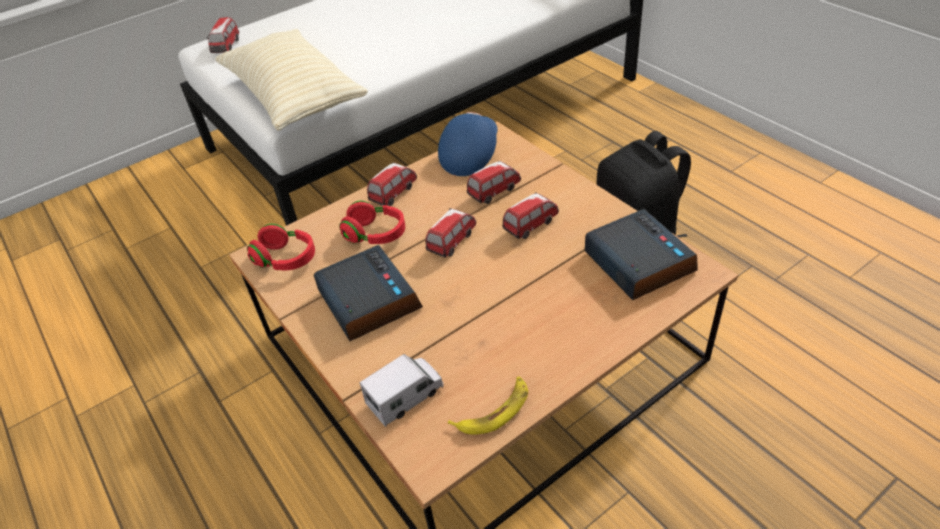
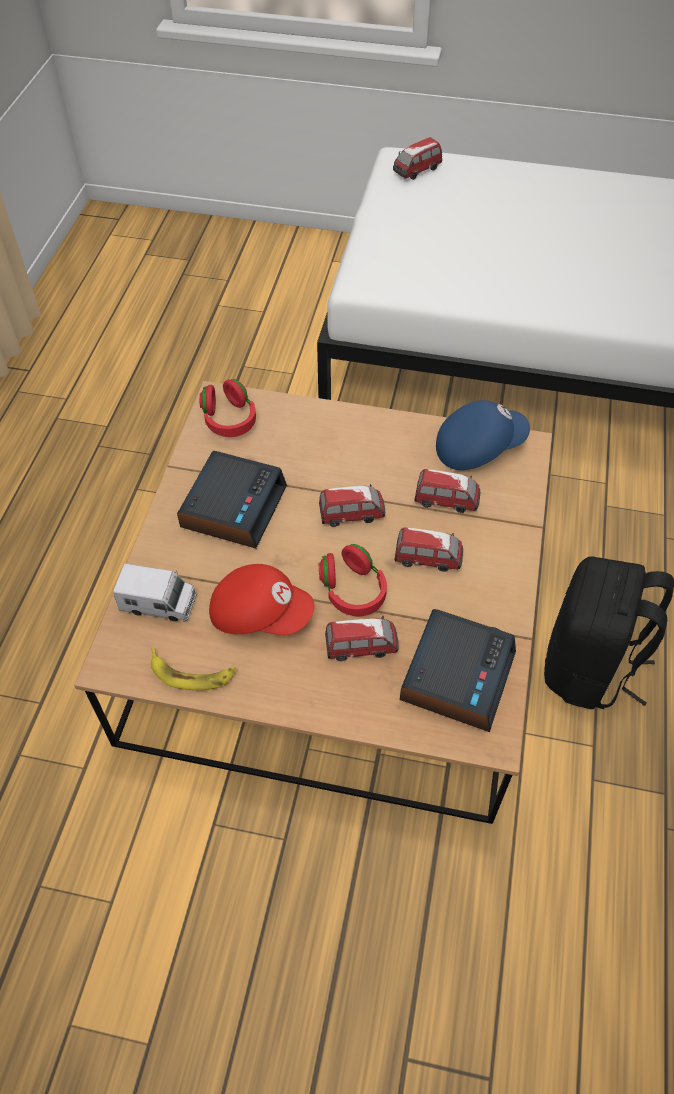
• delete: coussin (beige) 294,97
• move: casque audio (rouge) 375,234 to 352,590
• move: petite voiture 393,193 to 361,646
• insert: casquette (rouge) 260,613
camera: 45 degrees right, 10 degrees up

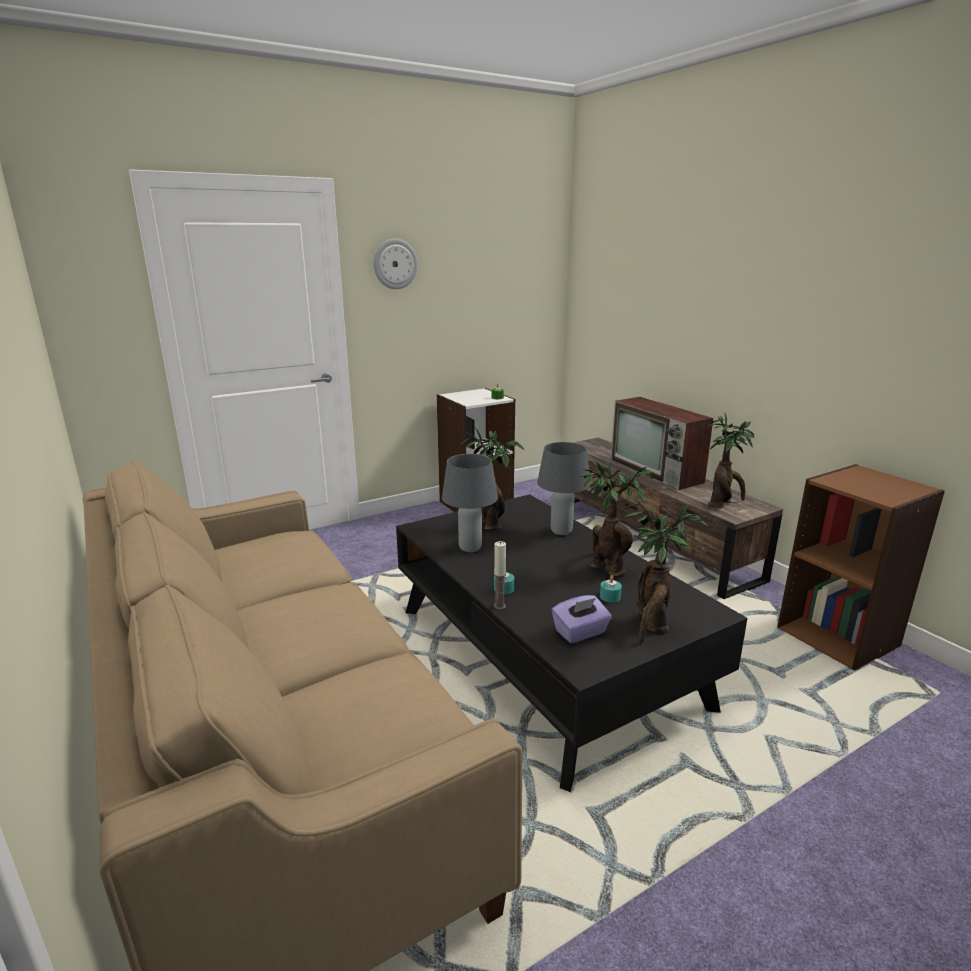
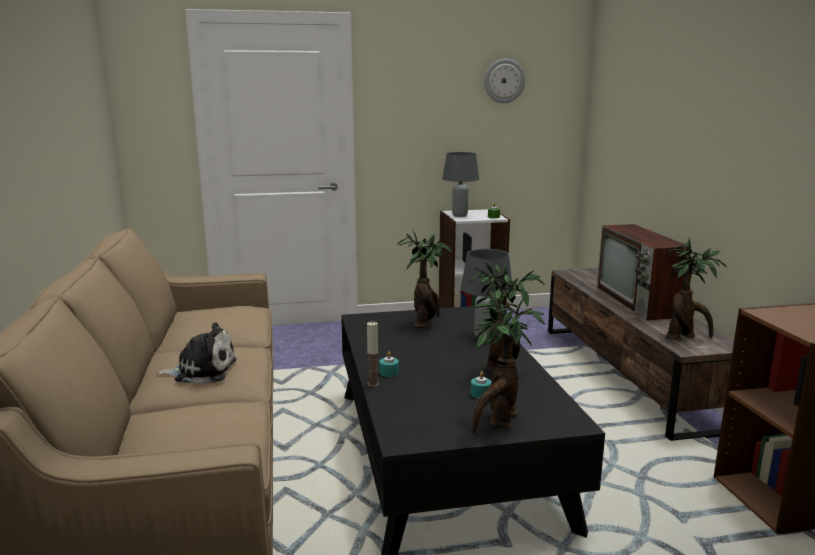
• move: horloge murale 395,264 to 504,81
• move: lampe de table (gris) 469,548 to 459,215
• delete: boîte à mouchoirs (violet) 580,632
• insert: peluche 202,371
camera: 20 degrees right, 5 degrees down

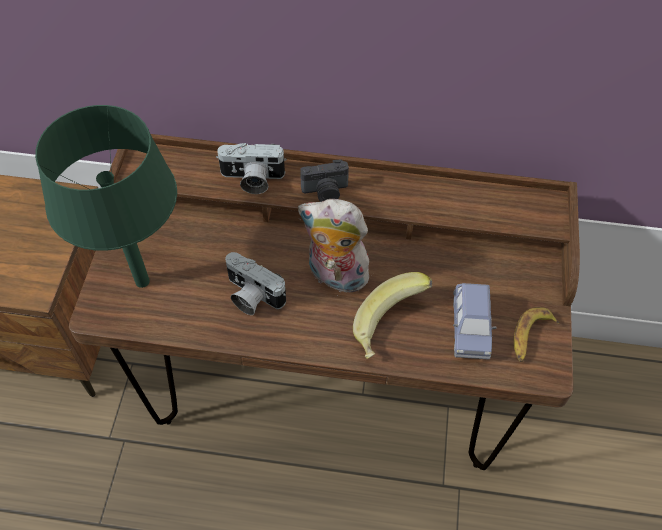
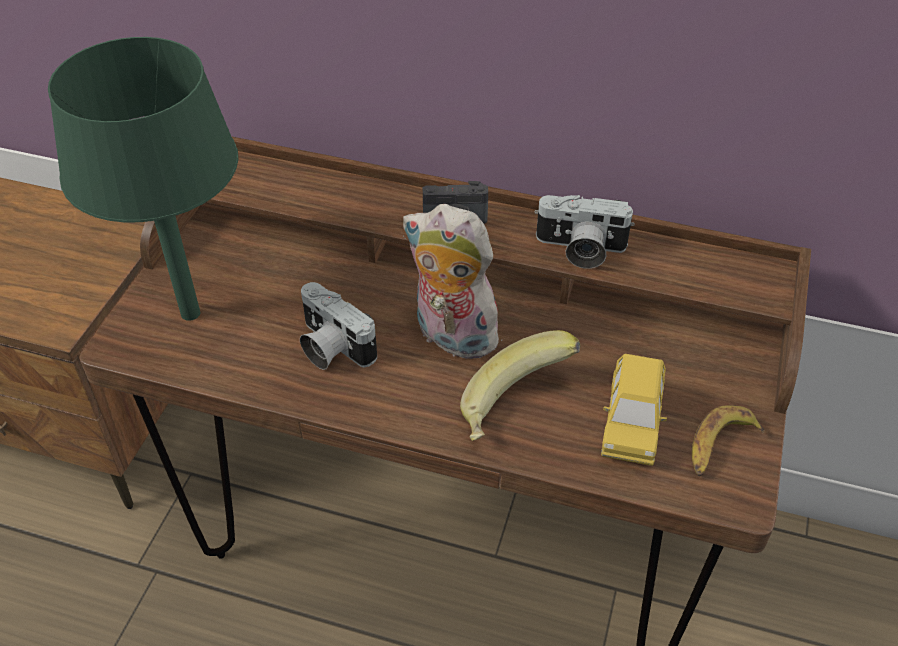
• move: appareil photo 252,179 to 579,249
• recolor: petite voiture (bleu) 470,328 to petite voiture (jaune) 631,424
camera: 10 degrees right, 10 degrees down

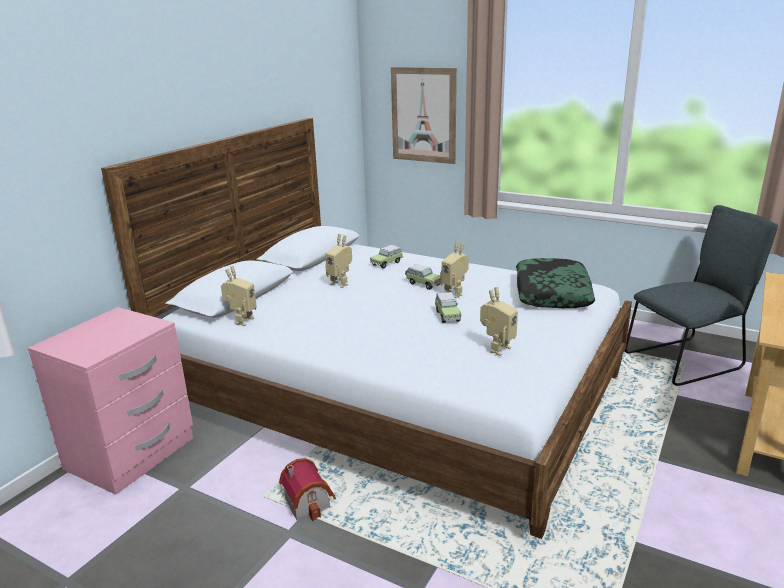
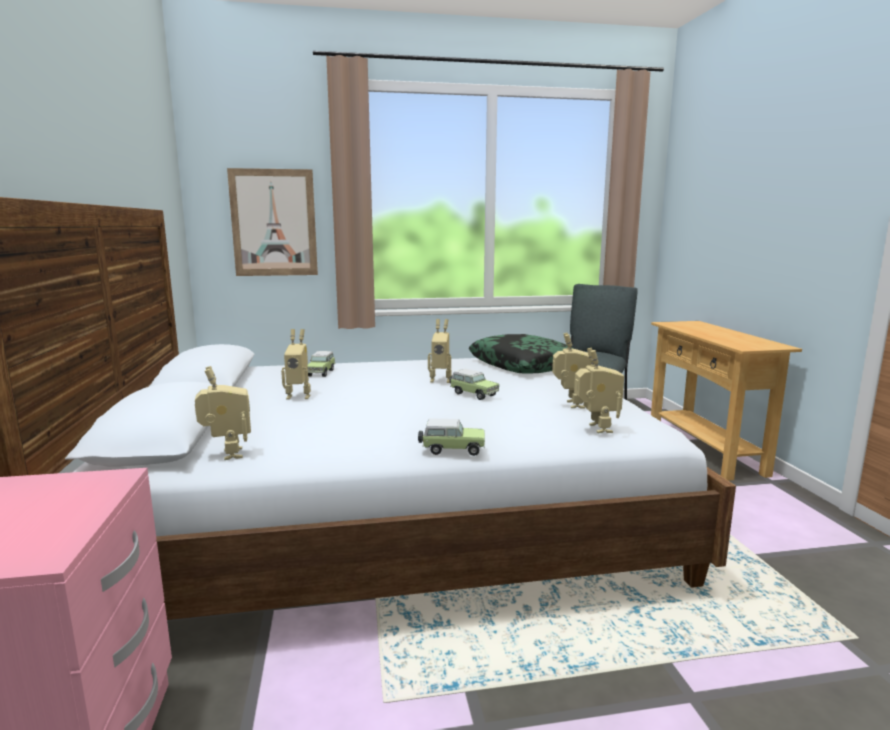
• delete: maison miniature 309,501
• move: petite voiture 423,284 to 451,450
• insert: robot jouet 595,428
camera: 40 degrees left, 10 degrees down

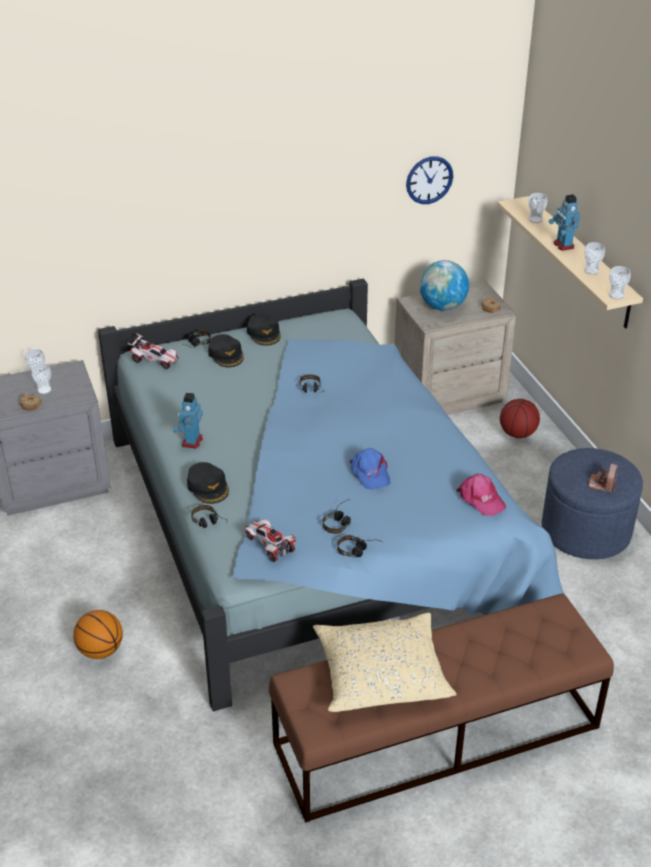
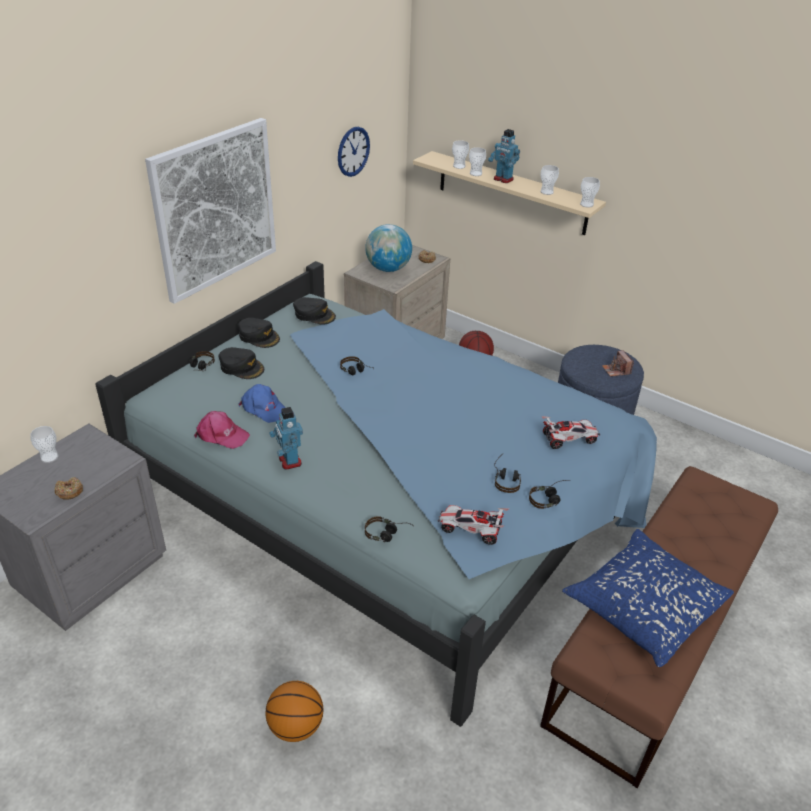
• move: tasse 44,390 to 475,173
• move: petite voiture 155,360 to 568,439
• move: casquette (noir) 208,487 to 314,314
• recolor: coussin (beige) 382,674 to coussin (bleu) 644,605
• move: casquette (bleu) 370,473 to 263,408
• move: casquette (rose) 481,499 to 222,435
• insert: tableau 215,209
camera: 35 degrees left, 0 degrees up

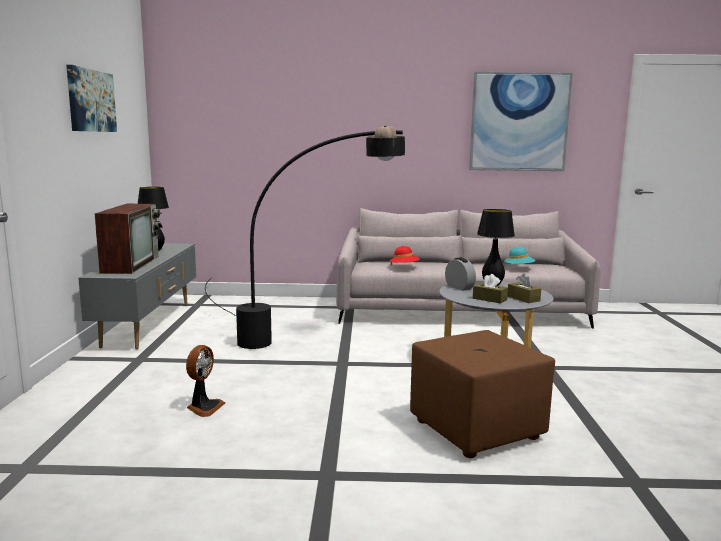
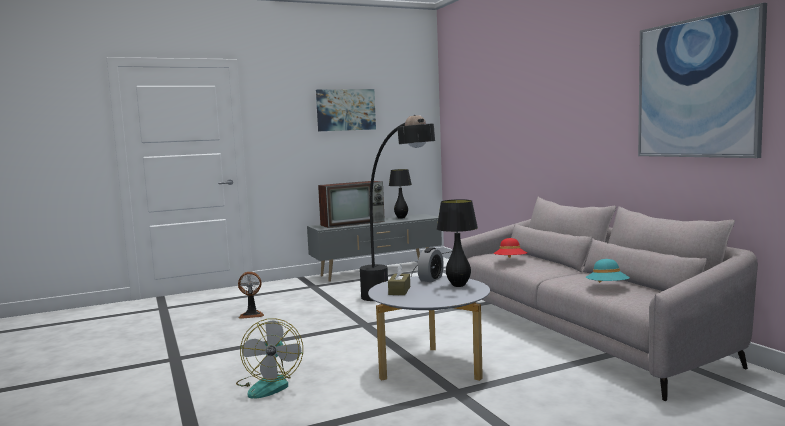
• replace: pouf (marron) 476,429 to ventilateur 269,384
• delete: boîte à mouchoirs (marron) 523,298
camera: 65 degrees right, 5 degrees down

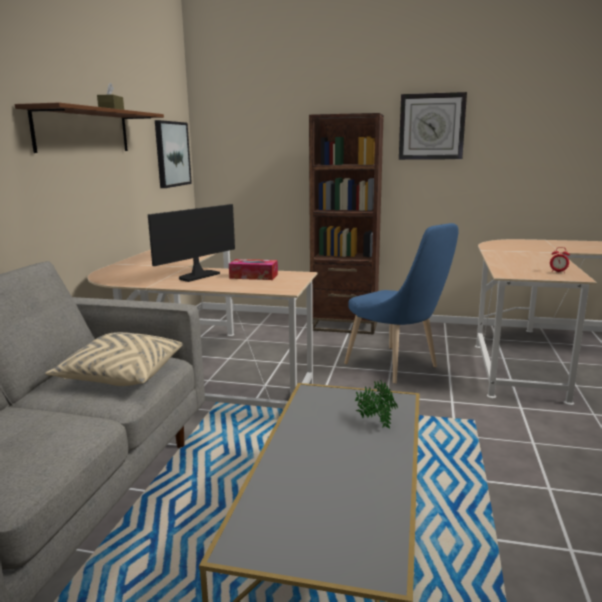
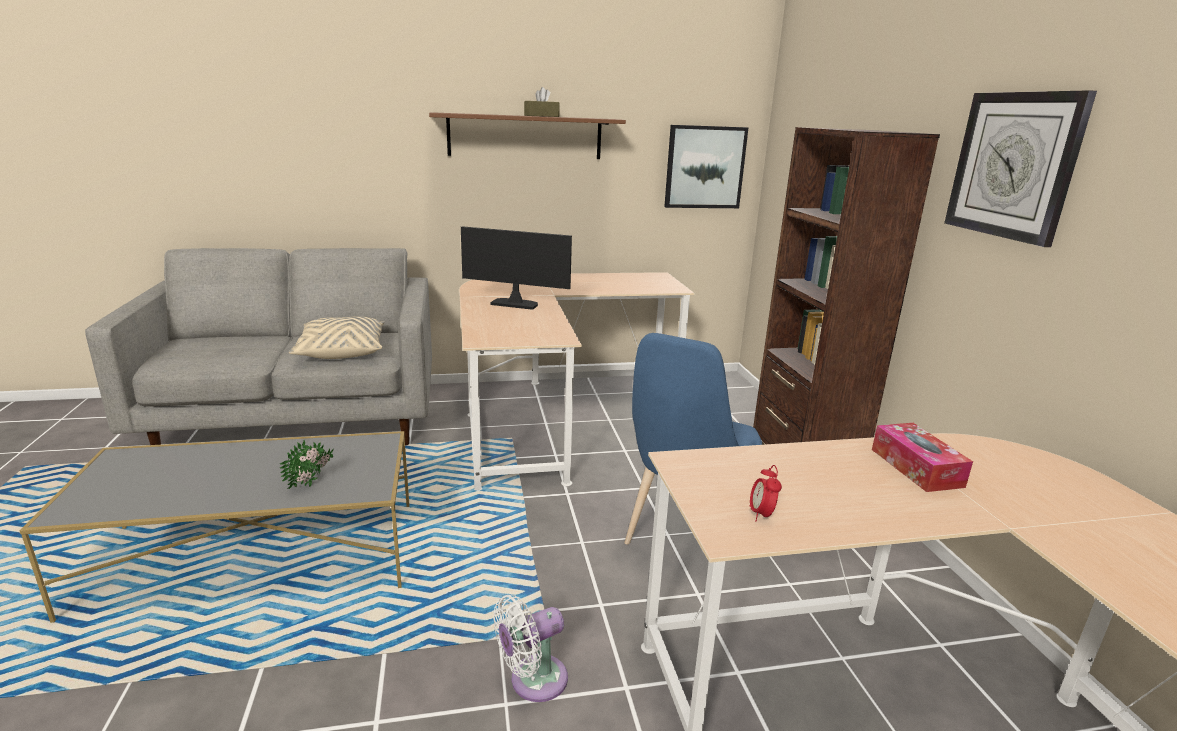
• move: boîte à mouchoirs 253,276 to 916,467
• insert: ventilateur (blanc) 533,681
camera: 65 degrees right, 5 degrees up

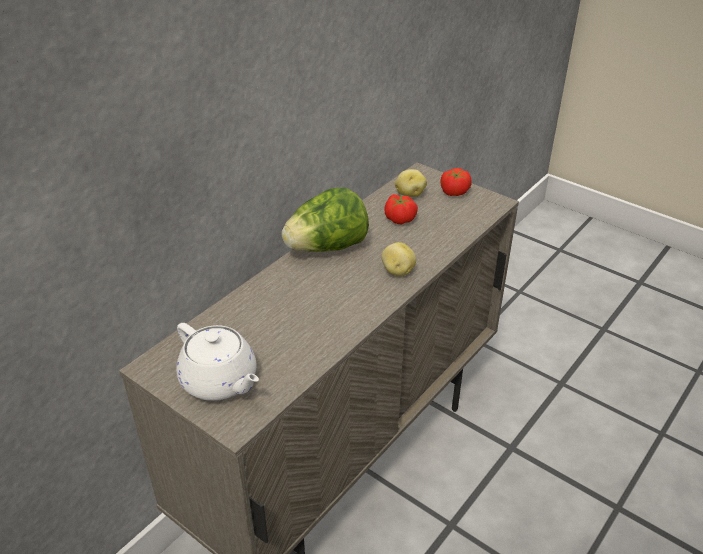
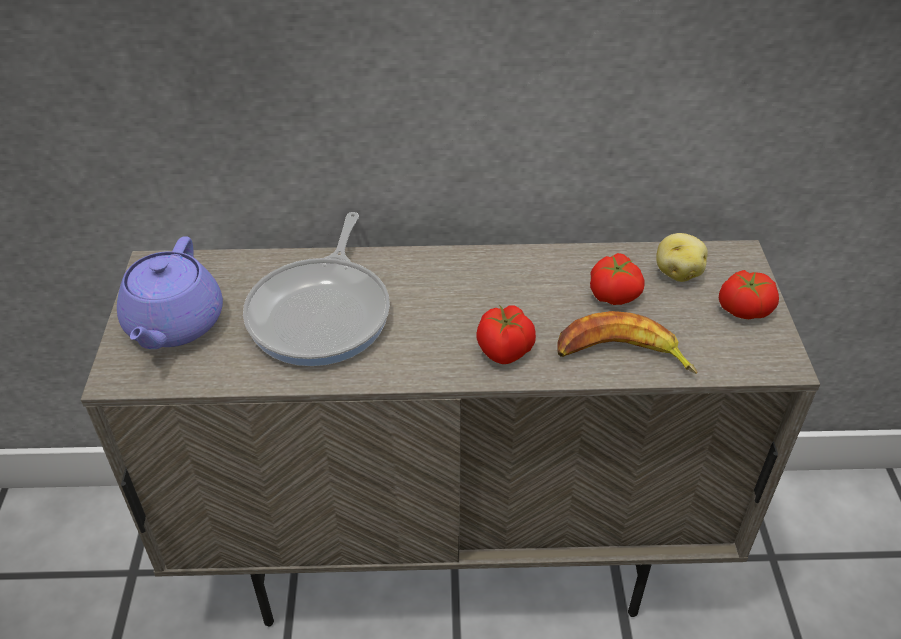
• recolor: théière (blanc) 220,381 to théière (violet) 174,325
• delete: laitue 327,247
• replace: pomme de terre 397,271 to tomate 505,351
• insert: poêle 323,312
• insert: banane 621,356
camera: 50 degrees right, 5 degrees up

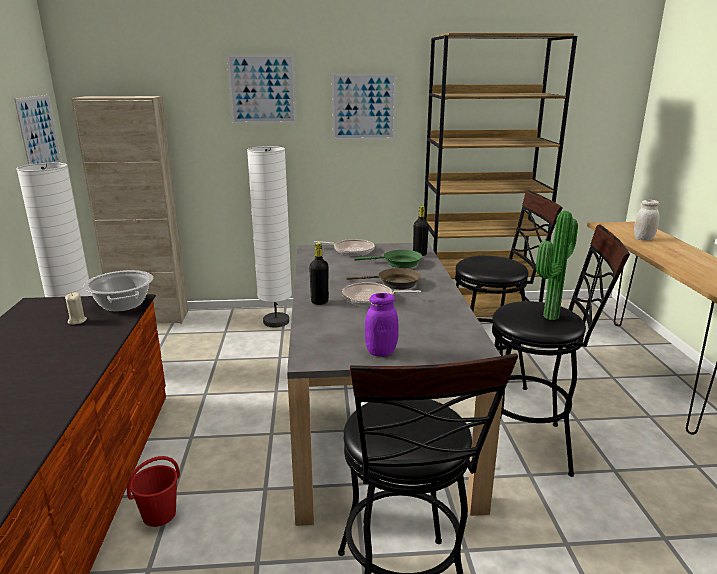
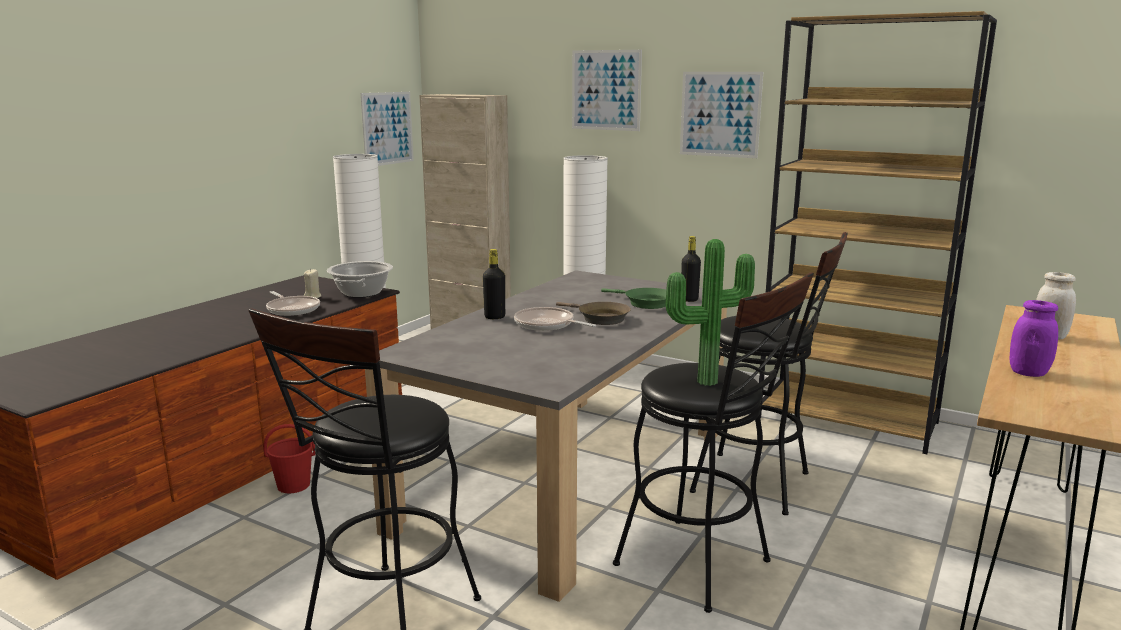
• move: poêle 351,250 to 292,309
• move: bocal (violet) 381,352 to 1028,373
camera: 35 degrees right, 5 degrees down

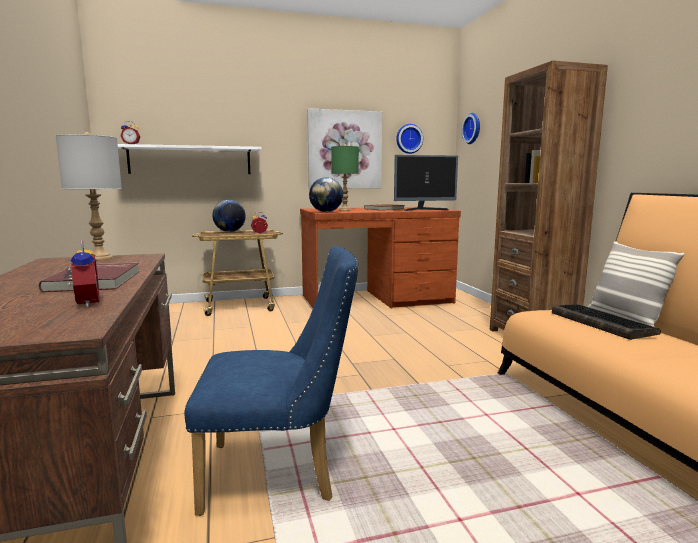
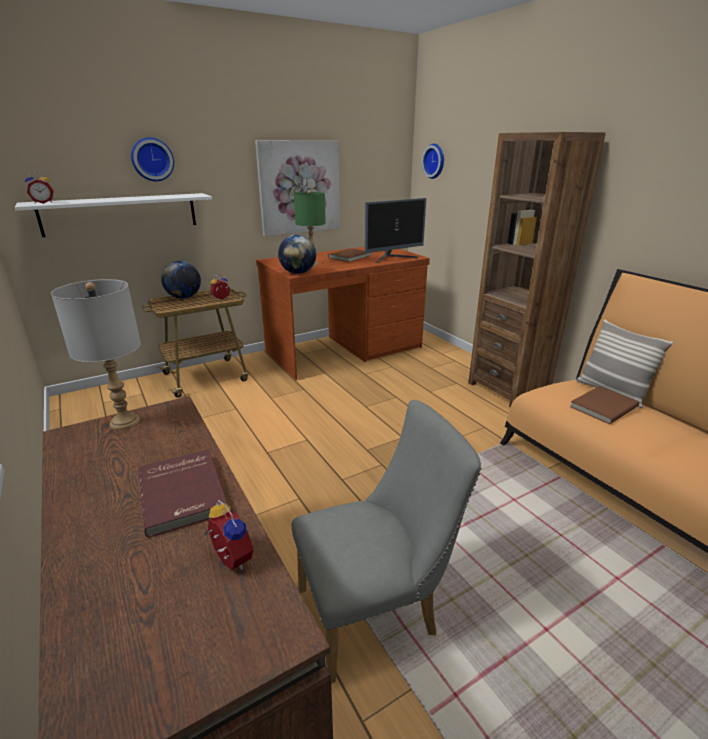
• recolor: chaise (bleu) 281,473 to chaise (gris) 376,611
• move: horloge murale 408,139 to 152,159
• replace: clavier 600,323 to livre (marron) 602,406
camera: 15 degrees left, 15 degrees up

